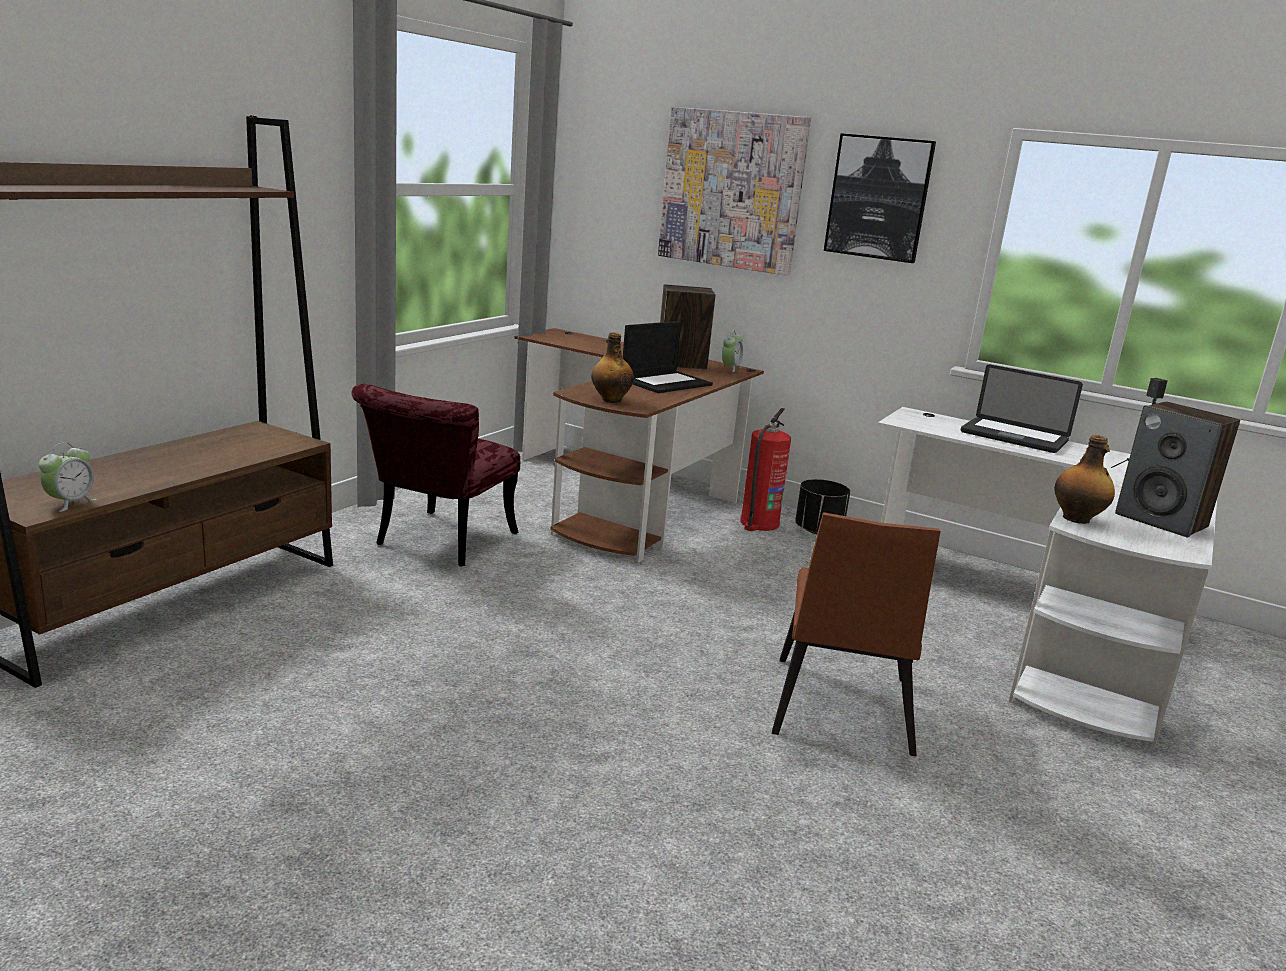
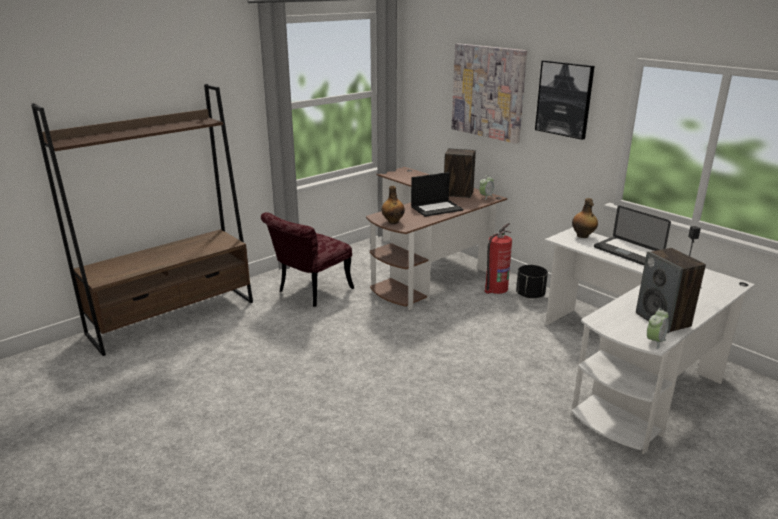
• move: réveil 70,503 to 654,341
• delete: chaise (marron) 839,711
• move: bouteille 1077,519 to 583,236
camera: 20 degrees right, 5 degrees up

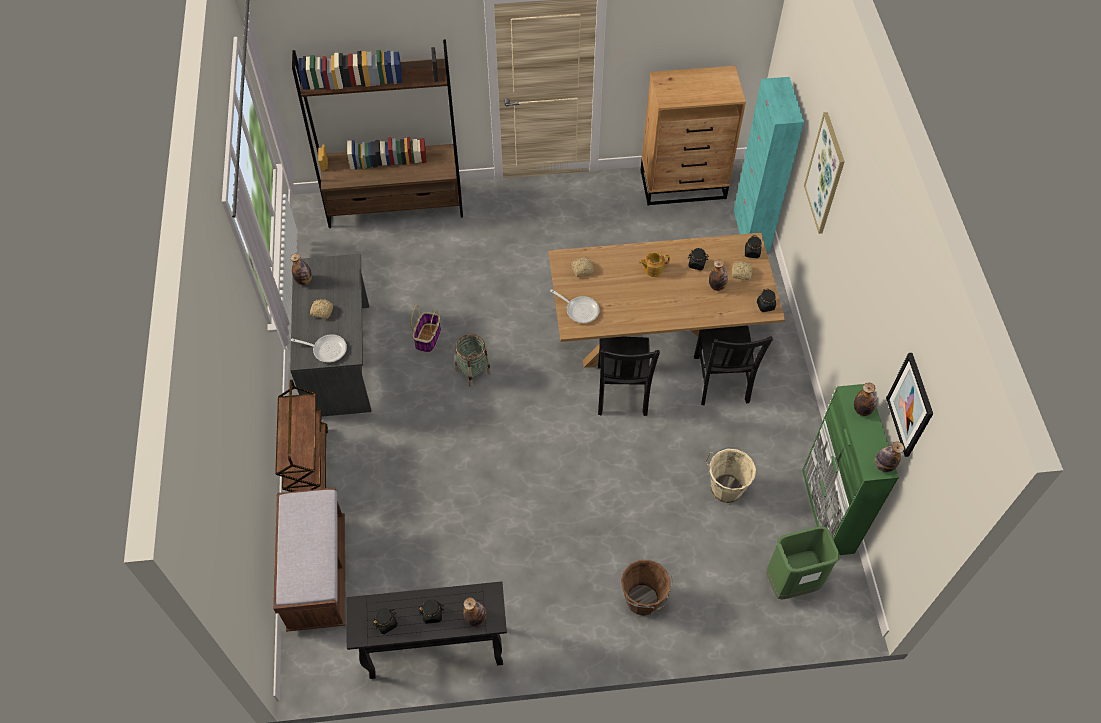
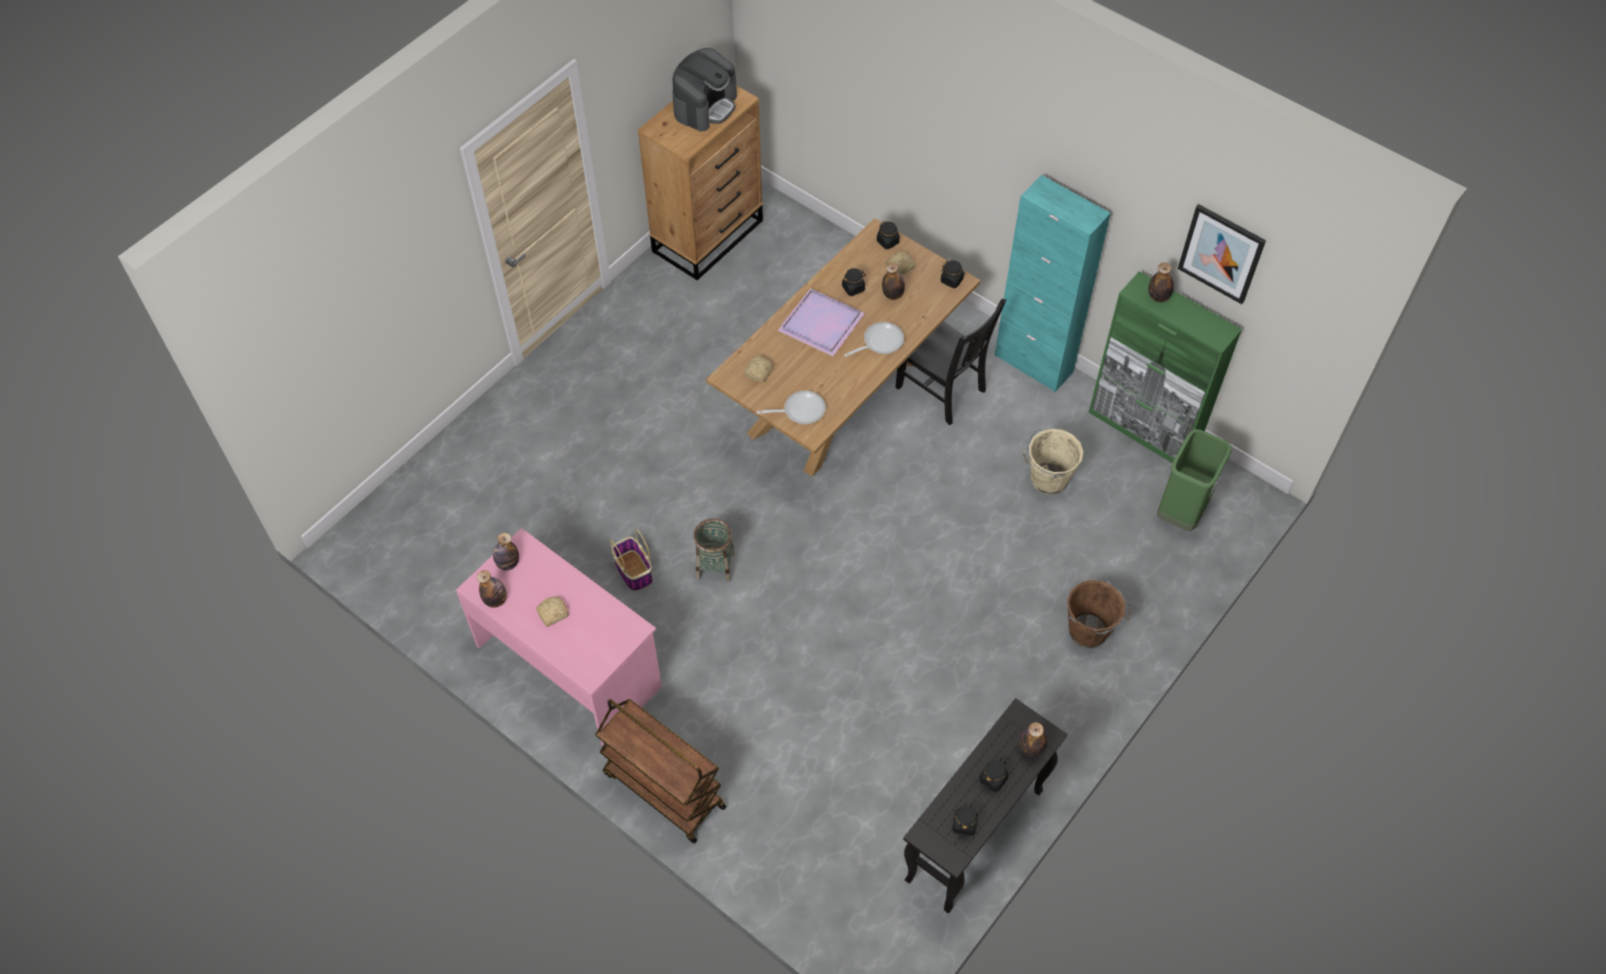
• delete: banc (marron) 317,574
• recolor: bureau (gris) 340,359 to bureau (rose) 570,664
• move: poêle 327,349 to 879,342
• delete: bibliothèque (marron) 396,206
• delete: chaise (noir) 621,392
• replace: théière 653,269 to plateau (violet) 820,322
• move: meuble de rangement (turquoise) 751,230 to 1033,363
• delete: tableau 825,174
• move: bouteille 883,465 to 508,563
• insert: machine à café 705,106
camera: 45 degrees left, 0 degrees up

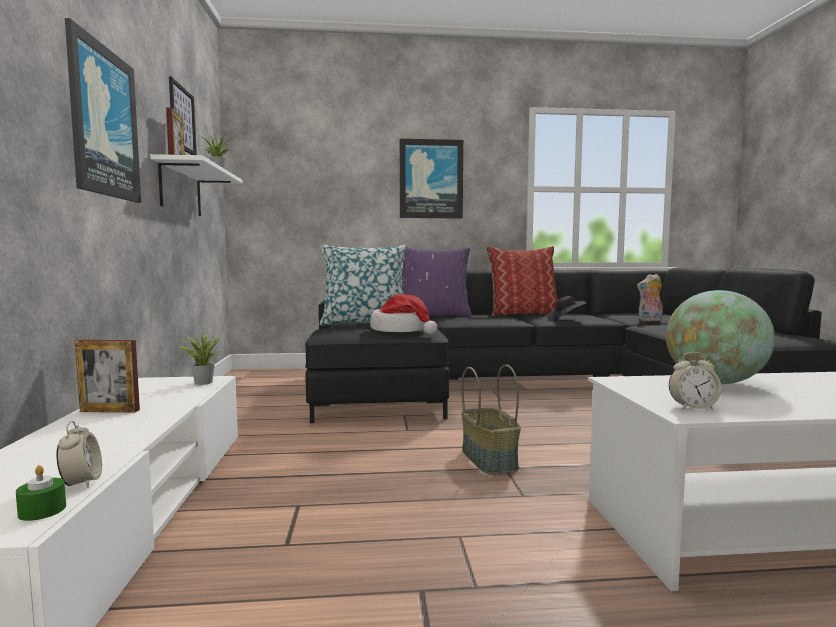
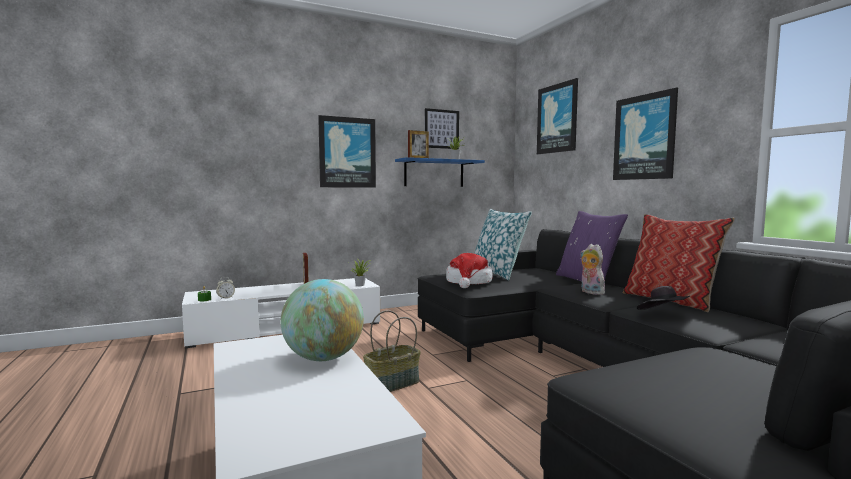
• recolor: étagère (blanc) 181,190 to étagère (bleu) 434,173
• move: peluche 650,320 to 590,292
• delete: réveil 692,407
• insert: tableau 557,118
camera: 70 degrees right, 0 degrees up

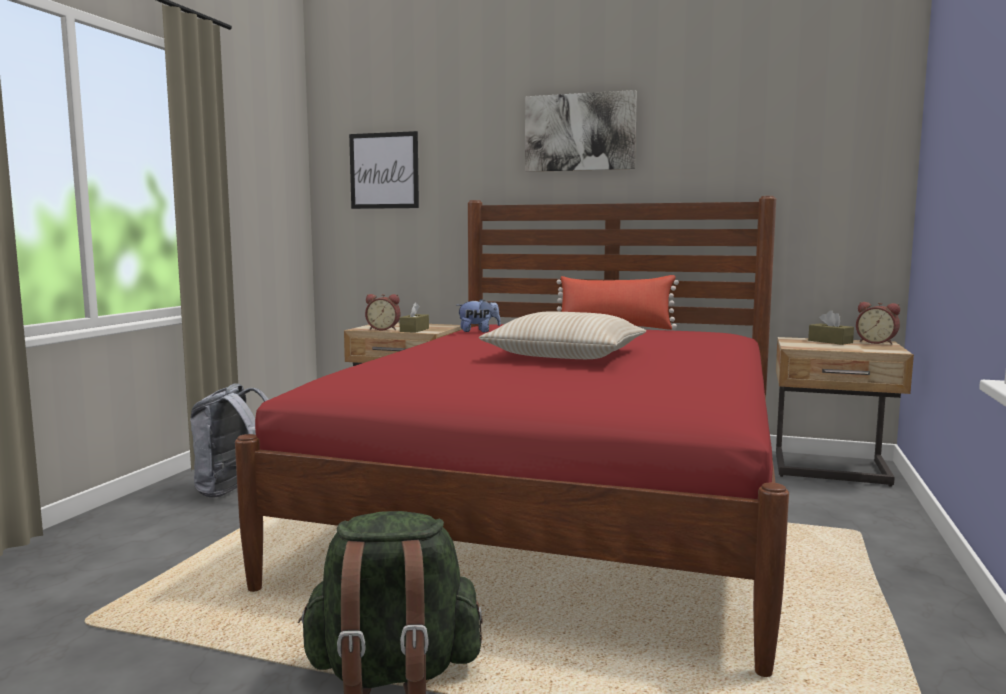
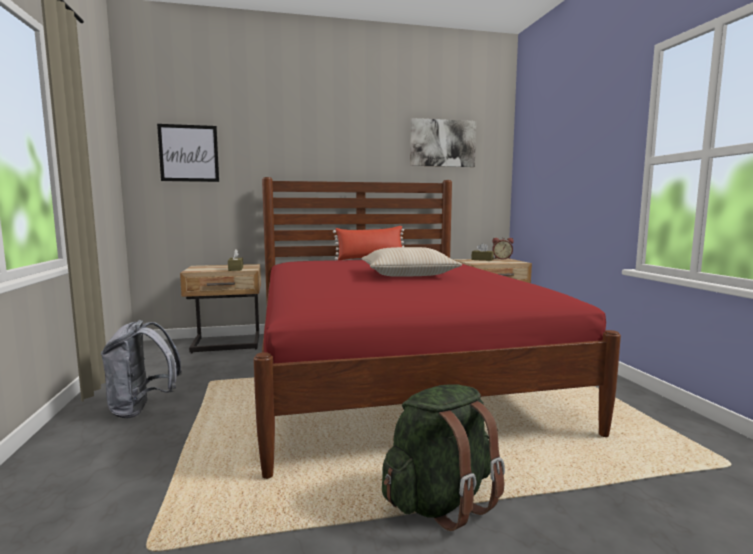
• delete: réveil 383,329
• delete: peluche 478,331
• move: tableau 580,132 to 442,143
camera: 30 degrees left, 0 degrees up

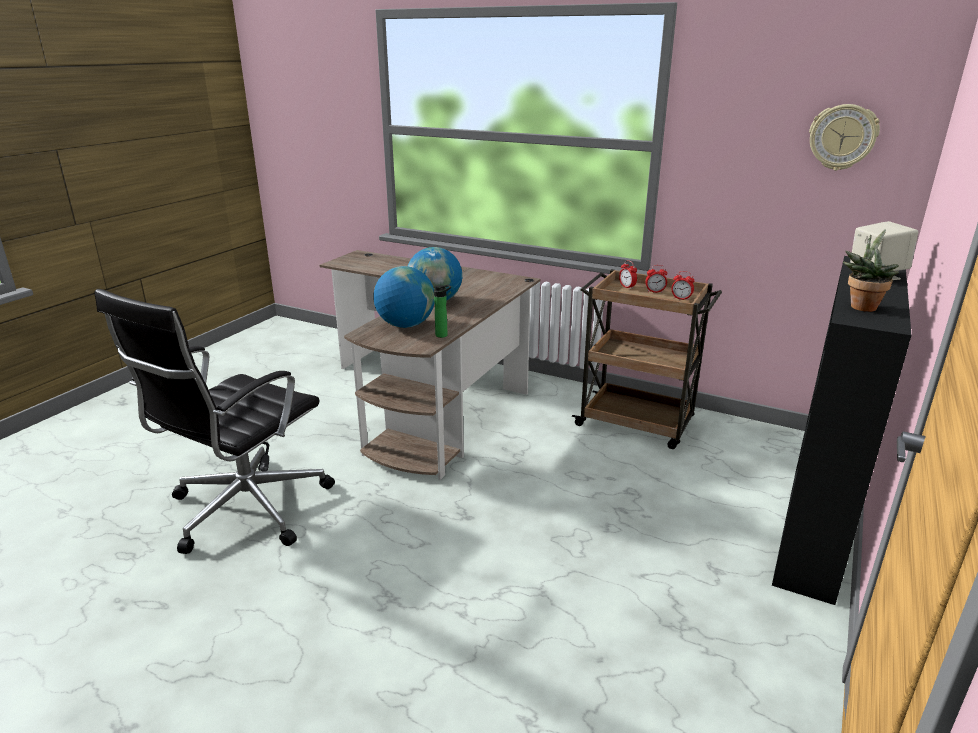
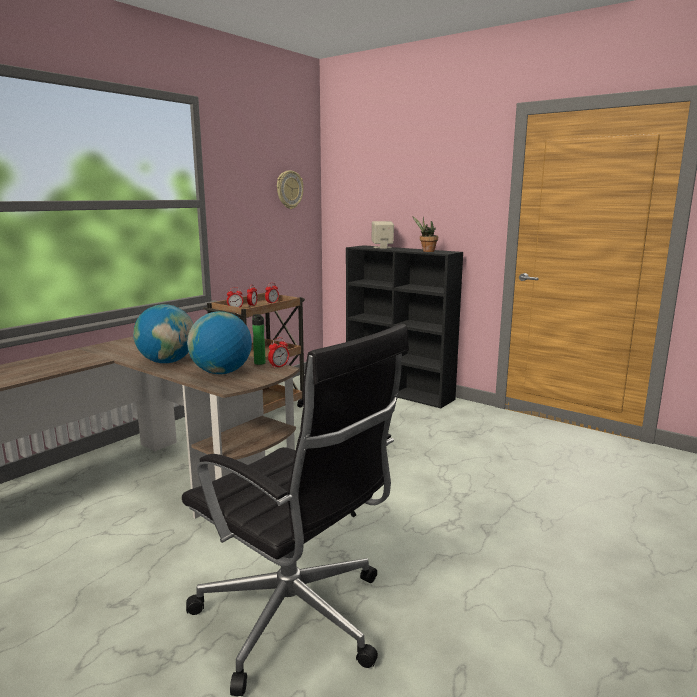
• insert: réveil 279,366
camera: 80 degrees left, 10 degrees down

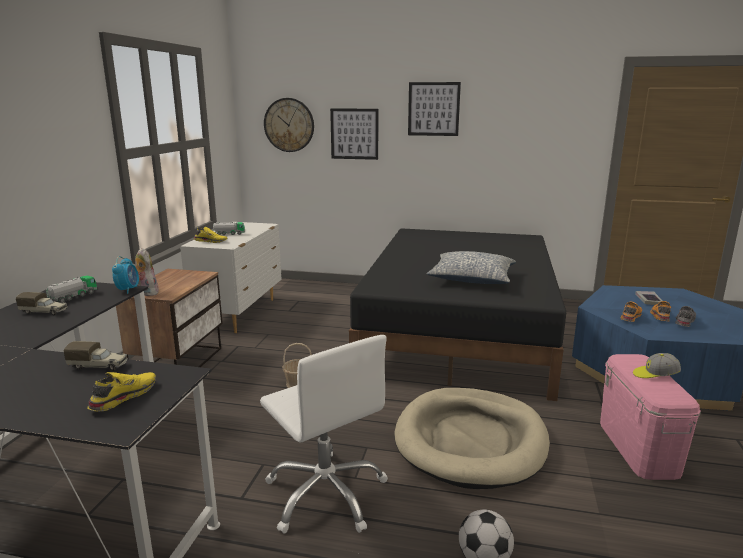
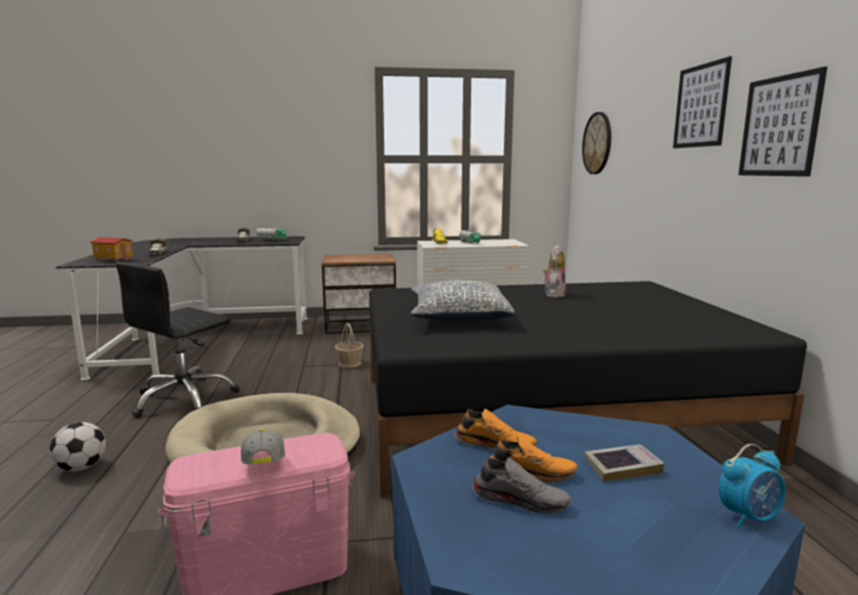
• replace: chaussure (jaune) 123,396 to maison miniature 114,260
• move: réveil 128,290 to 748,517
• move: peluche 147,293 to 553,294
• recolor: chaise de bureau (blanc) 326,493 to chaise de bureau (noir) 185,399
• move: tableau 354,134 to 779,126
camera: 70 degrees right, 5 degrees down

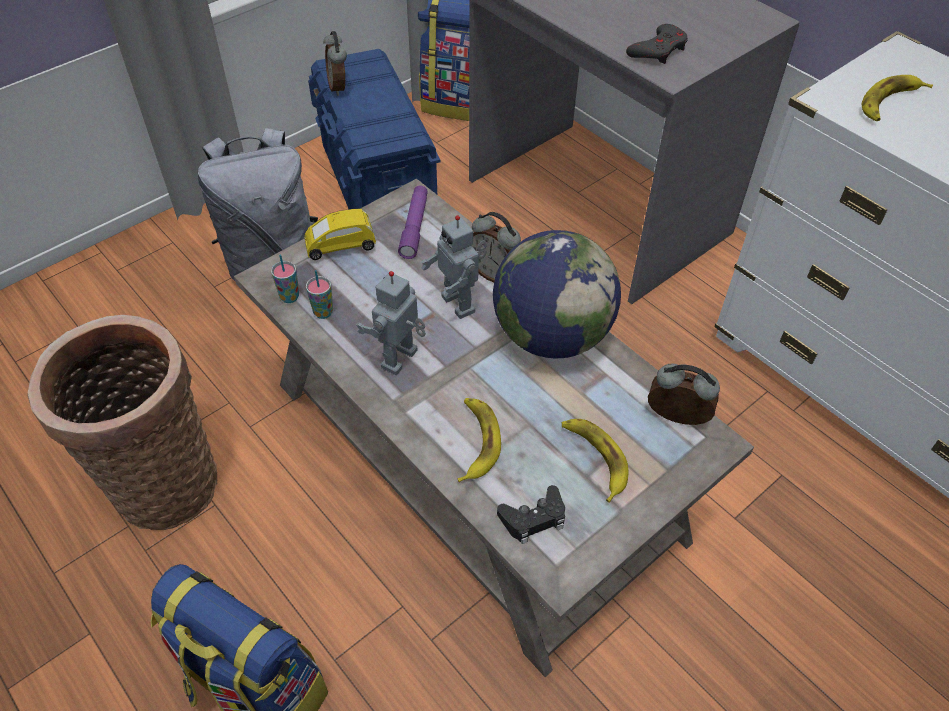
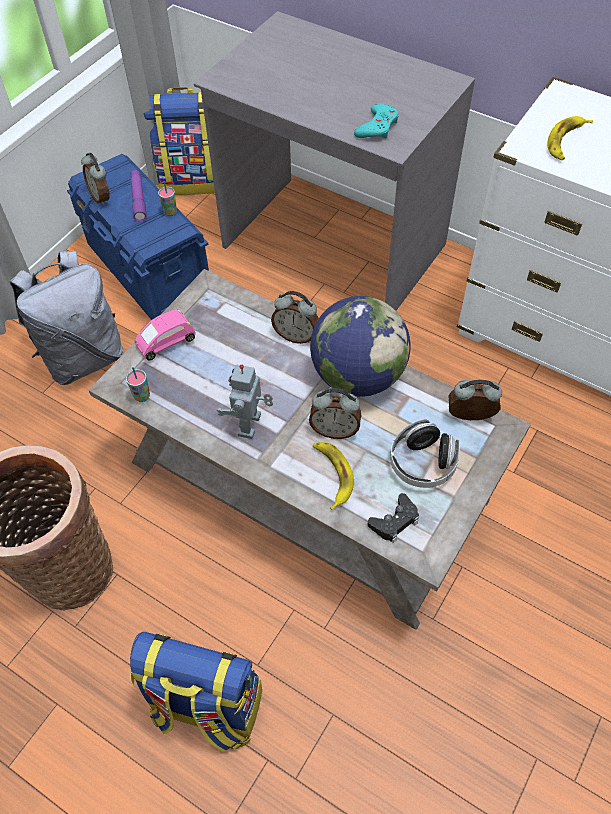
• recolor: petite voiture (jaune) 341,246 to petite voiture (rose) 166,342
• move: tasse 323,312 to 170,212
• move: lampe de poche (violet) 414,227 to 138,199
• delete: robot jouet 460,303
• replace: banane 595,458 to casque audio 422,463
• recolor: manette (gris) 658,50 to manette (turquoise) 377,127
• insert: réveil 335,430
camera: 15 degrees left, 5 degrees up

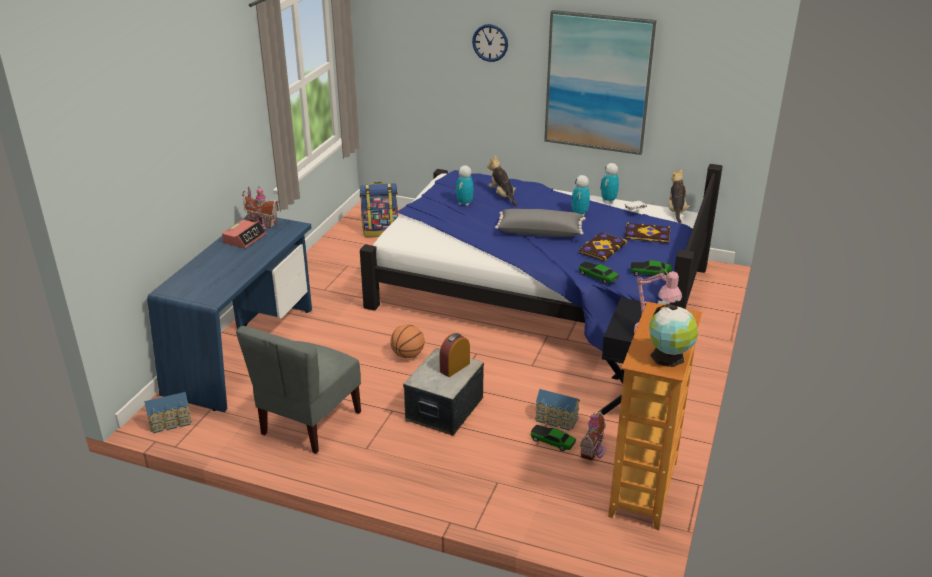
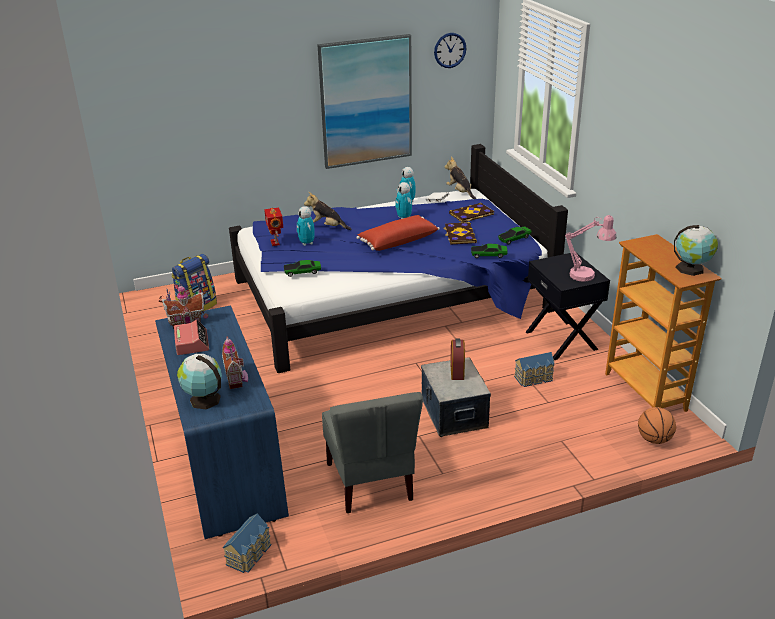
• move: ballon de basket 408,355 to 654,439
• move: horloge murale 490,43 to 450,50
• recolor: coussin (gris) 540,231 to coussin (rouge) 397,241
• move: petite voiture 552,442 to 302,272
• move: maison miniature 594,451 to 237,379
• insert: globe 203,399
• insert: robot jouet 276,243
camera: 40 degrees left, 0 degrees up

